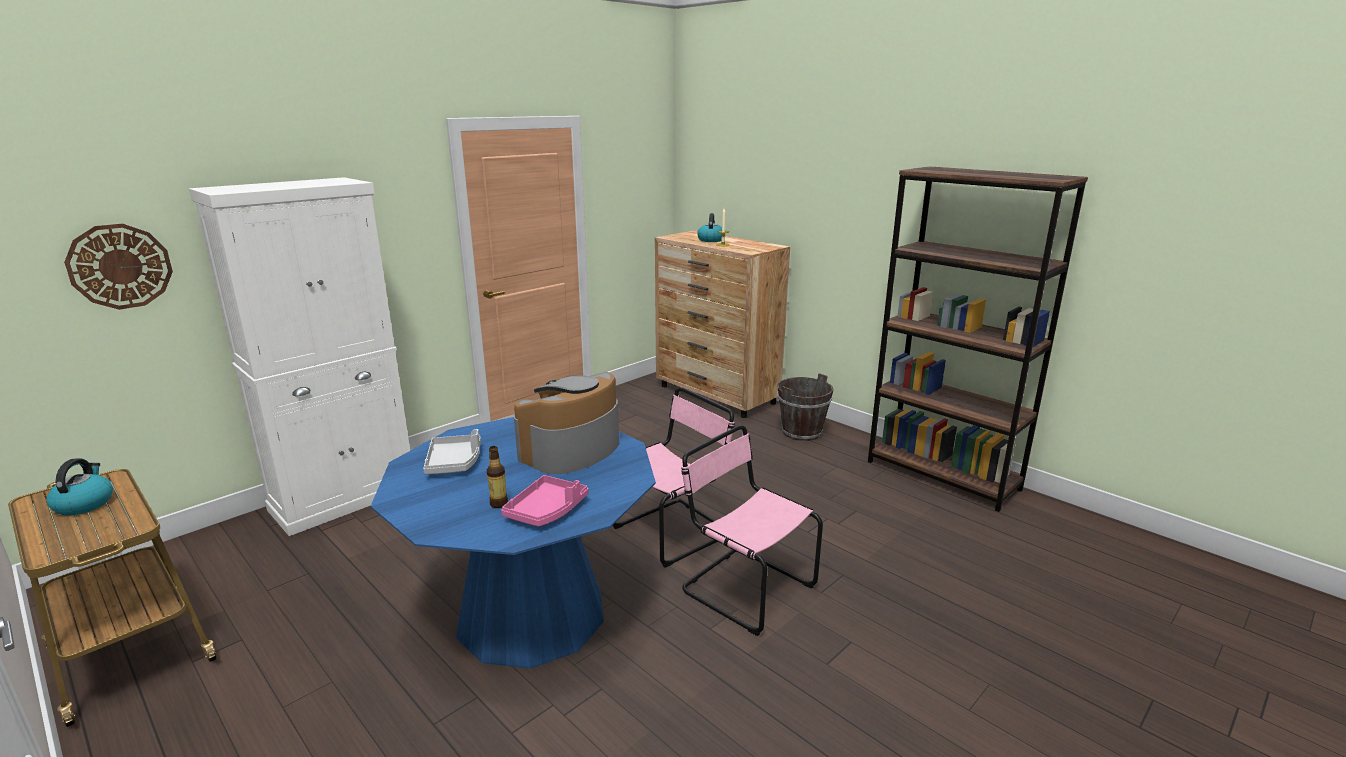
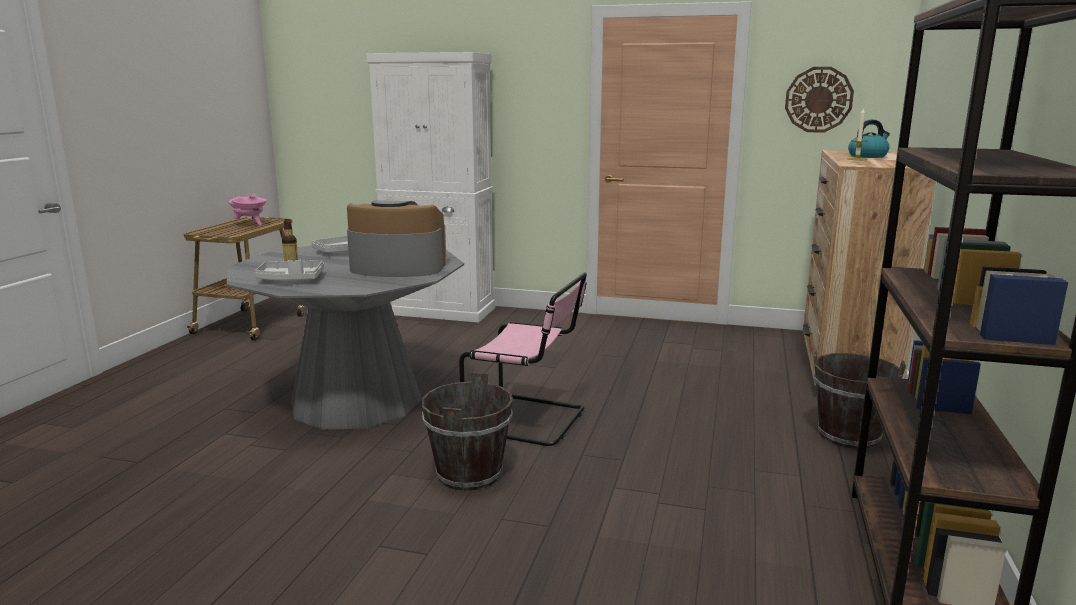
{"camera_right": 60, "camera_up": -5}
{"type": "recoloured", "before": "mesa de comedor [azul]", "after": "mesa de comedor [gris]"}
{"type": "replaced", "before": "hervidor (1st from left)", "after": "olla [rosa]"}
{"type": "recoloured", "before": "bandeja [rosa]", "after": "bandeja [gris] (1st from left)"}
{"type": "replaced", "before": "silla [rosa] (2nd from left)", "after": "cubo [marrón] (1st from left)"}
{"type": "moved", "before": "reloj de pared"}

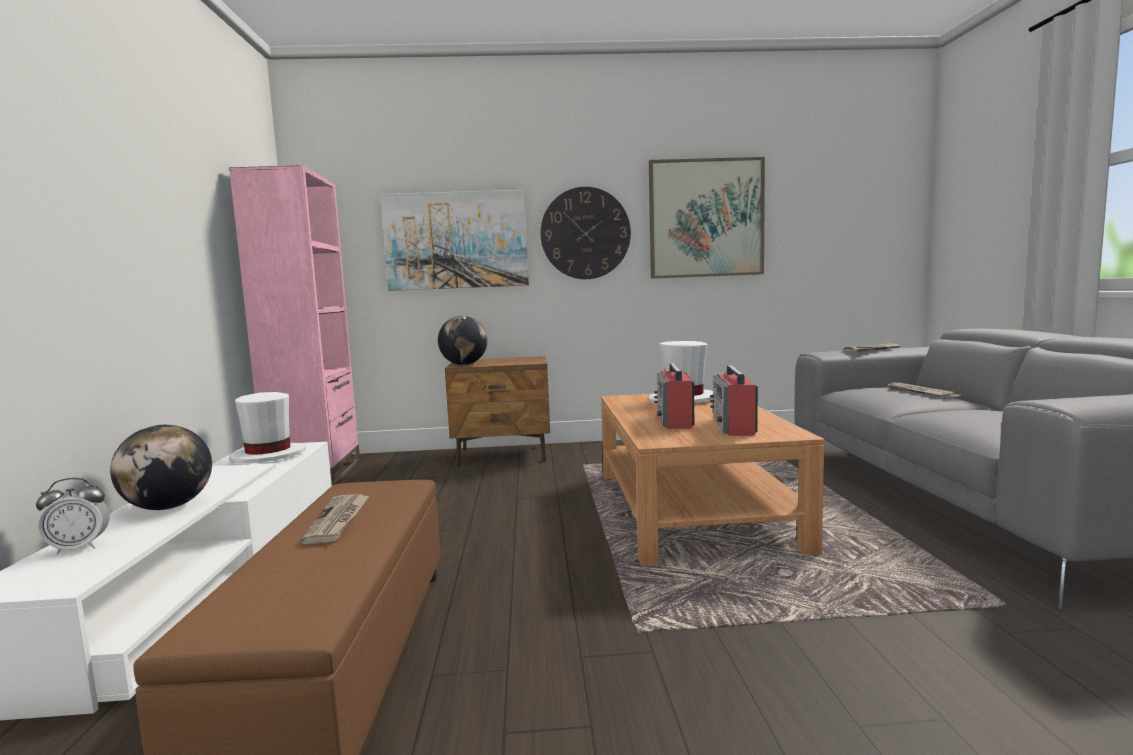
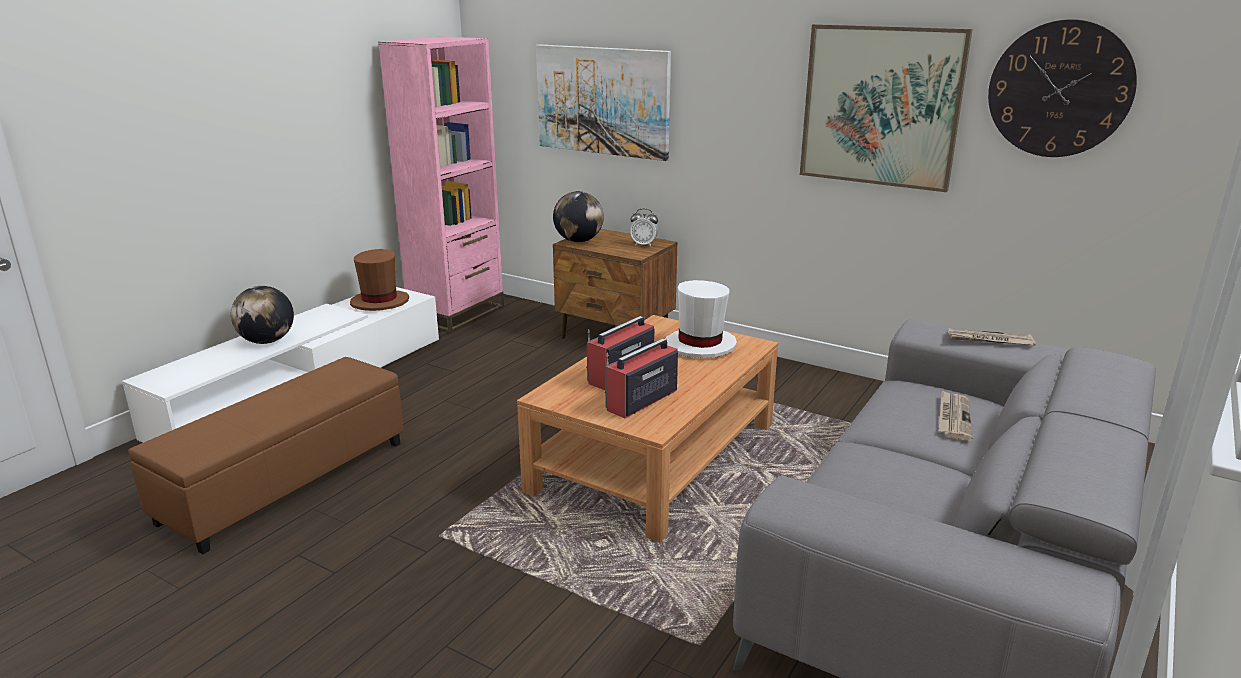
{"camera_right": 35, "camera_up": 15}
{"type": "recoloured", "before": "sombrero [blanco] (1st from left)", "after": "sombrero [marrón]"}
{"type": "moved", "before": "despertador"}
{"type": "moved", "before": "reloj de pared"}
{"type": "removed", "before": "periódico (1st from left)"}

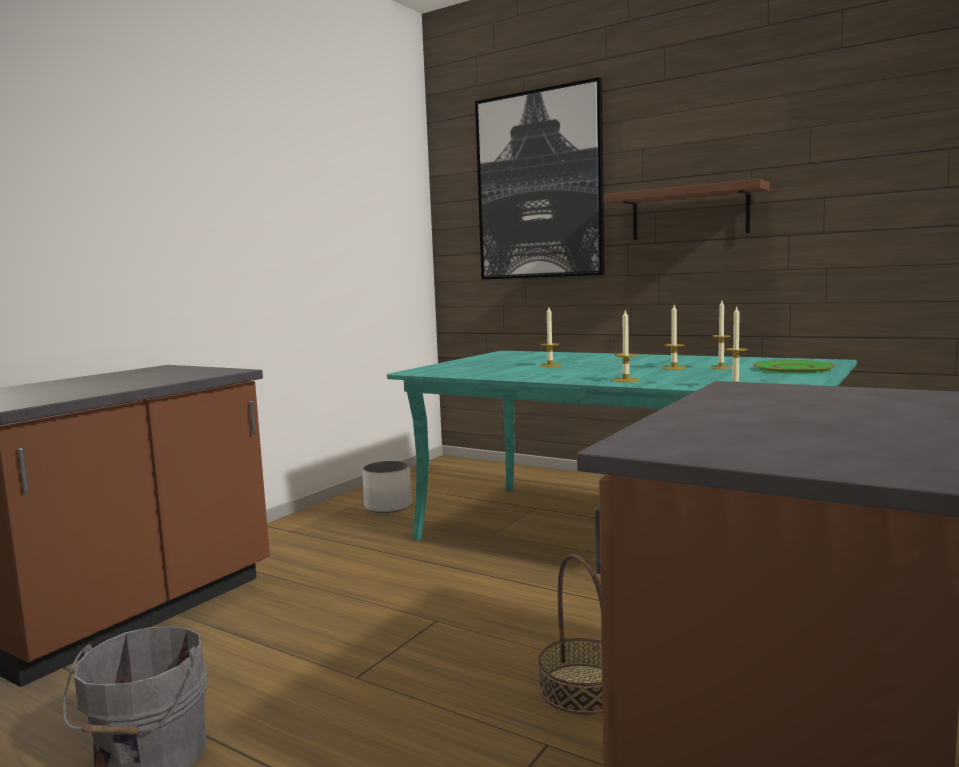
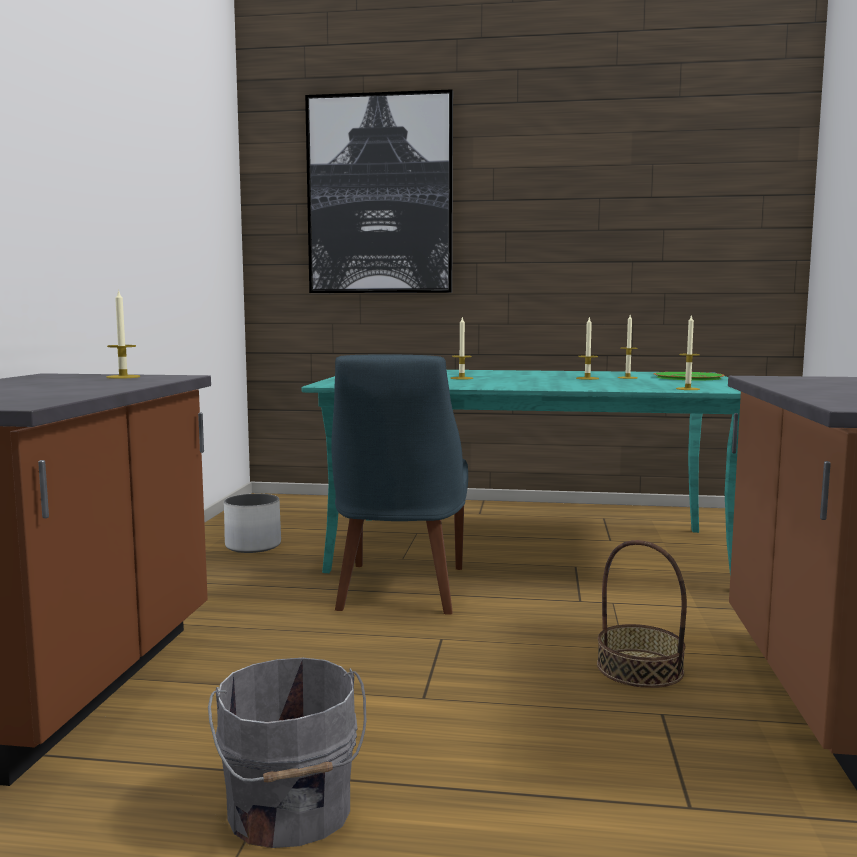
{"camera_right": -25, "camera_up": 0}
{"type": "moved", "before": "vela (2nd from left in the first image)", "after": "vela (1st from left)"}
{"type": "added", "after": "silla [azul]"}
{"type": "removed", "before": "estante"}

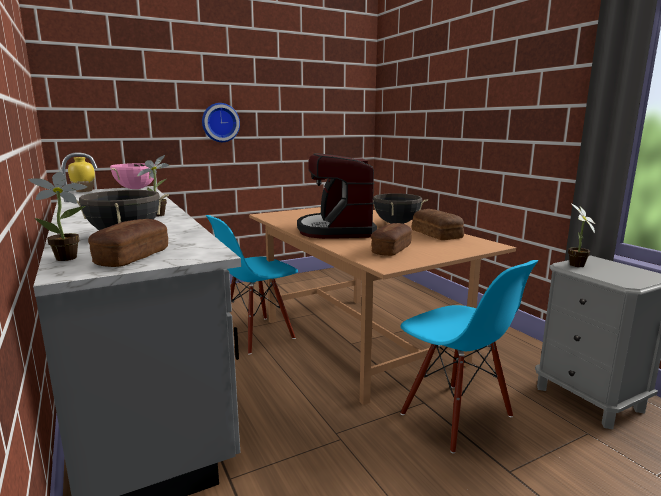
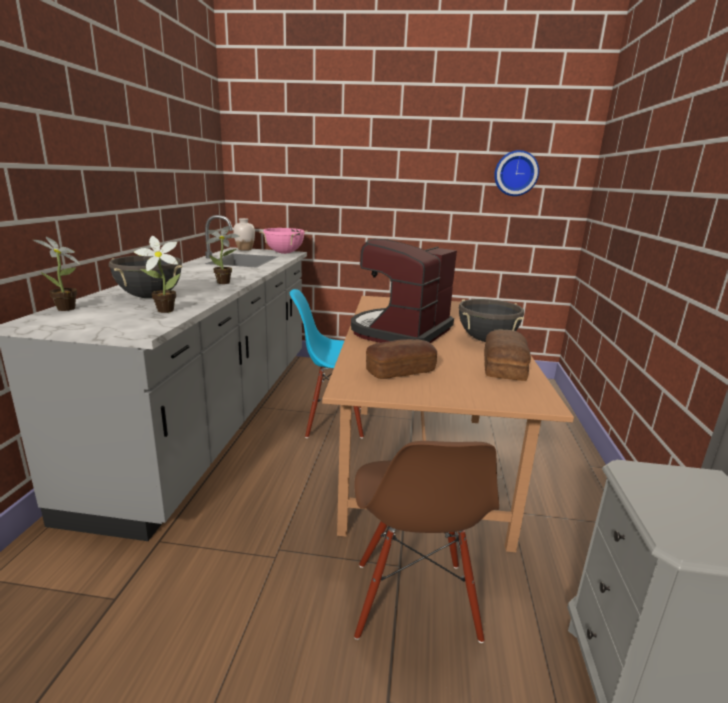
{"camera_right": 35, "camera_up": 5}
{"type": "moved", "before": "planta en maceta (3rd from left in the first image)", "after": "planta en maceta (2nd from left)"}
{"type": "recoloured", "before": "florero [amarillo]", "after": "florero [blanco]"}
{"type": "recoloured", "before": "silla [azul] (2nd from left)", "after": "silla [marrón]"}
{"type": "moved", "before": "reloj de pared"}
{"type": "removed", "before": "pan (1st from left)"}

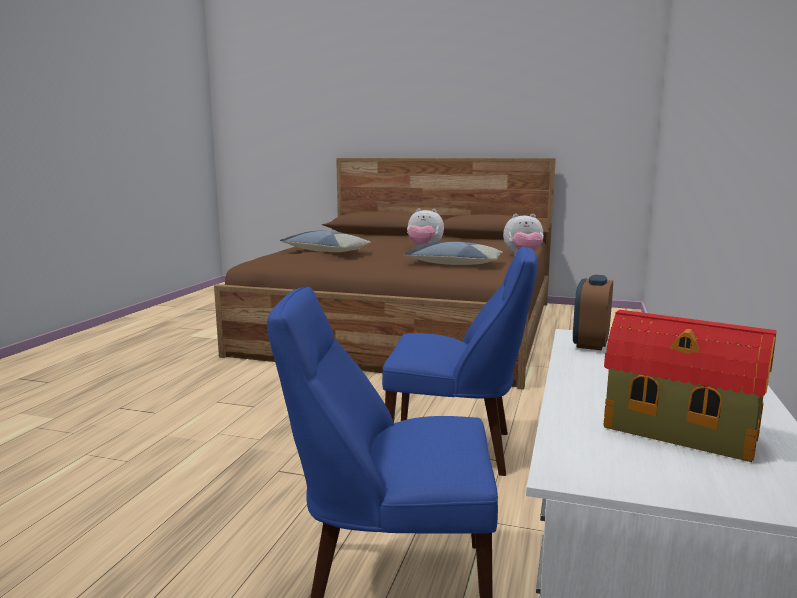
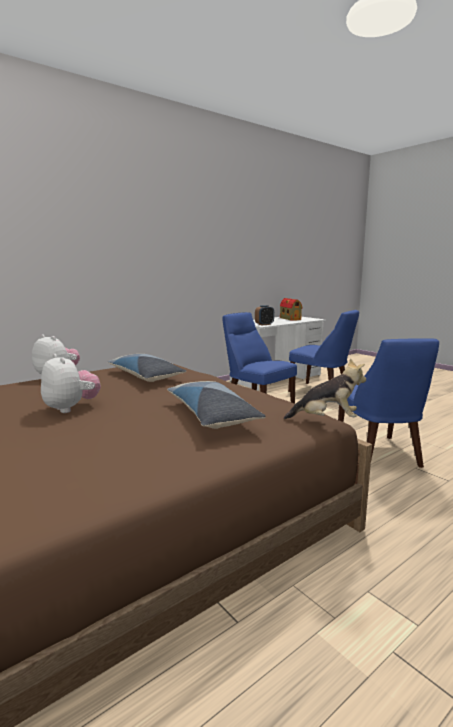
{"camera_right": -145, "camera_up": 0}
{"type": "added", "after": "peluche (3rd from left)"}
{"type": "added", "after": "silla [azul] (3rd from left)"}

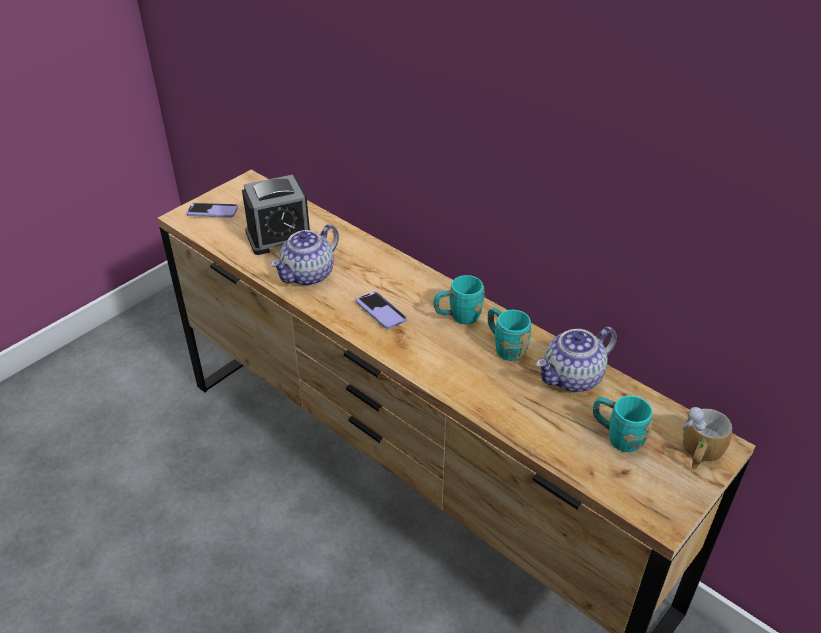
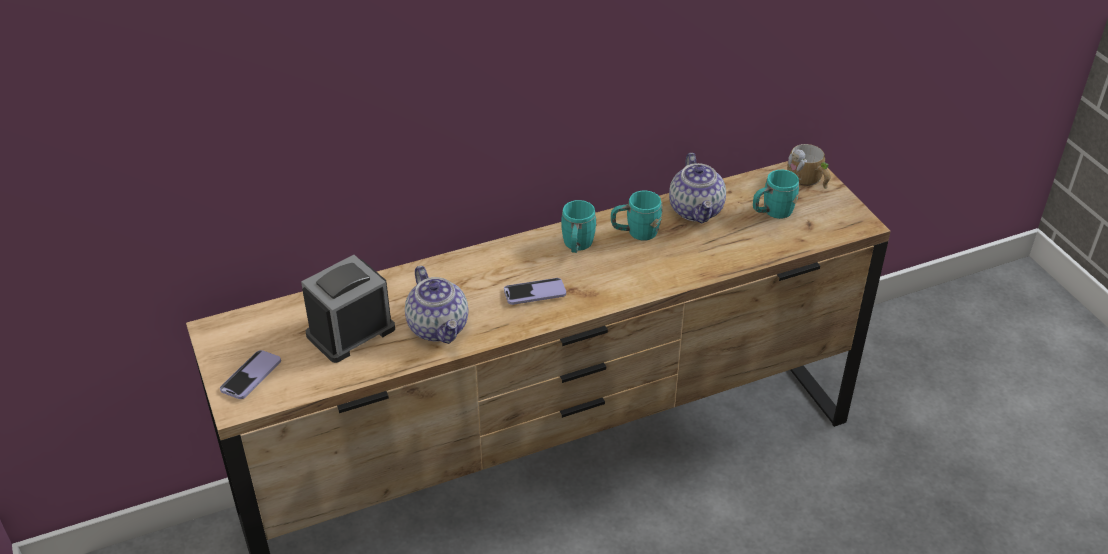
{"camera_right": -65, "camera_up": 0}
{"type": "turned", "before": "despertador", "turn": -135}

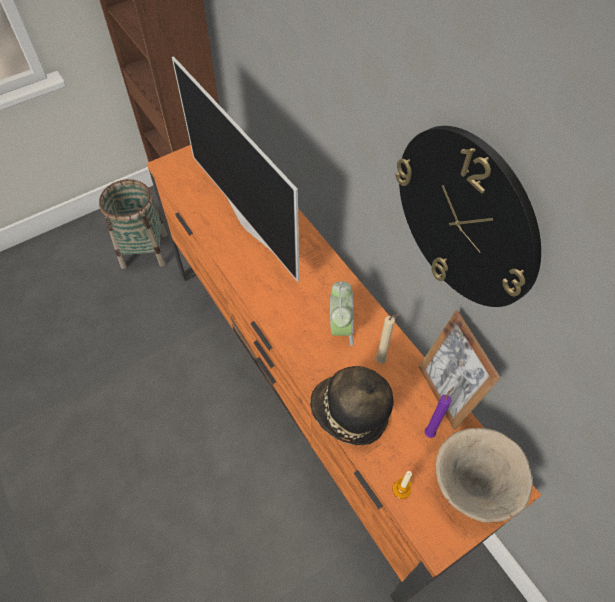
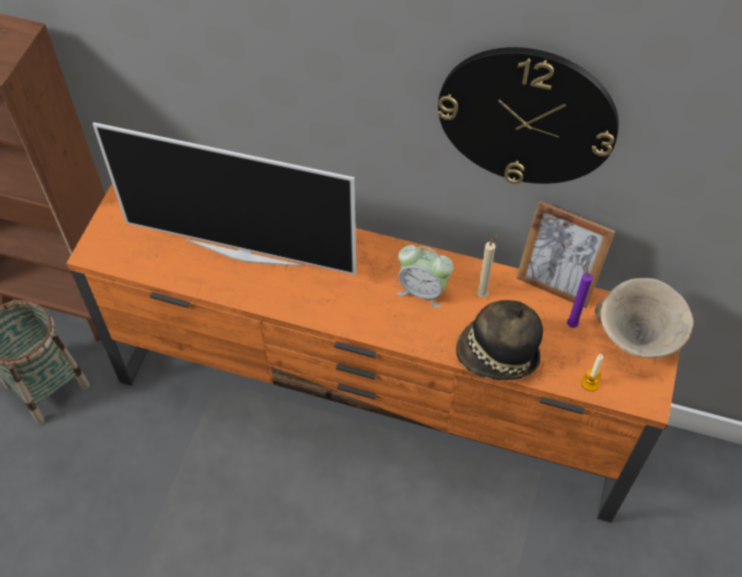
{"camera_right": -40, "camera_up": 0}
{"type": "turned", "before": "despertador", "turn": 150}

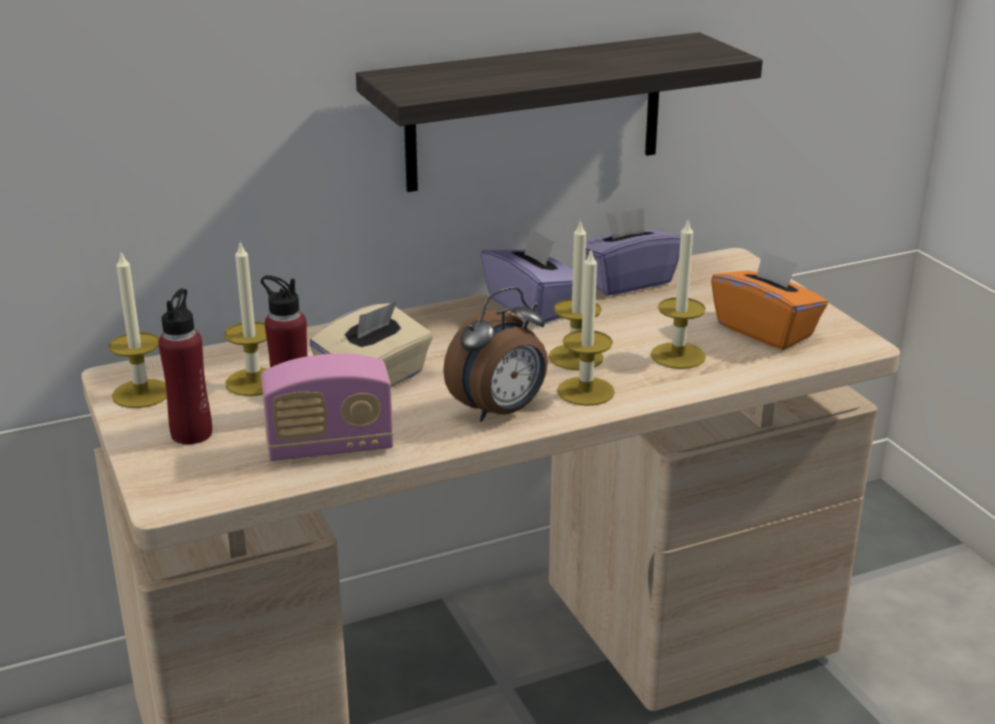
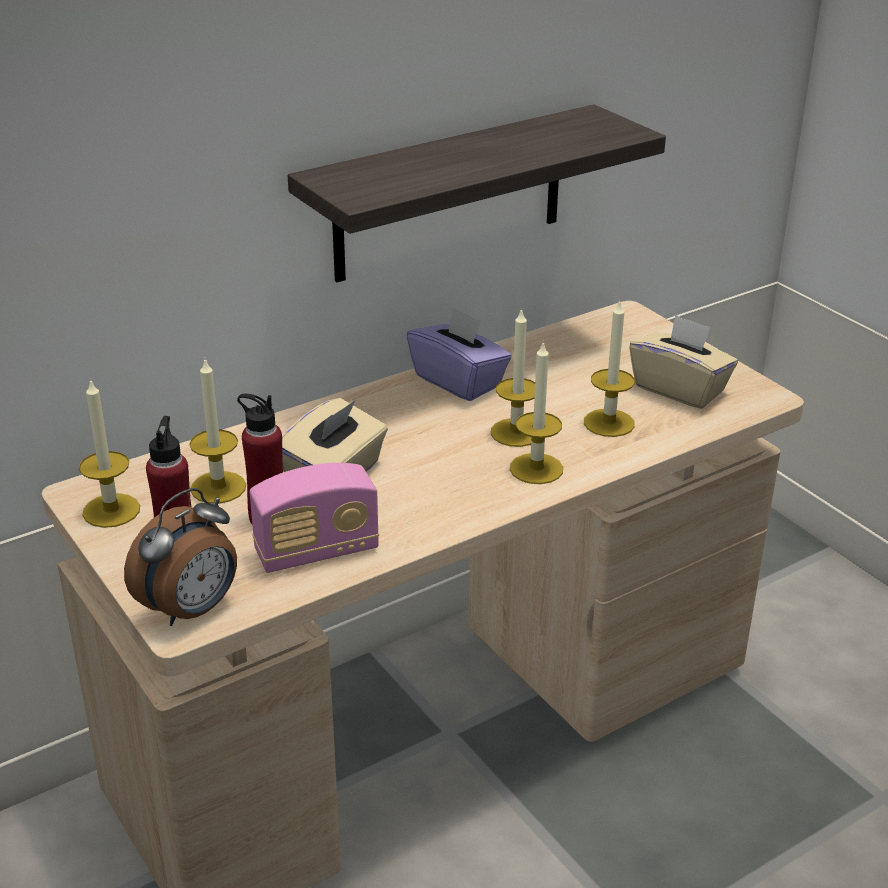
{"camera_right": -10, "camera_up": 5}
{"type": "moved", "before": "despertador"}
{"type": "recoloured", "before": "caja de pañuelos [naranja]", "after": "caja de pañuelos [beis] (2nd from left)"}
{"type": "removed", "before": "caja de pañuelos [morado] (2nd from left)"}

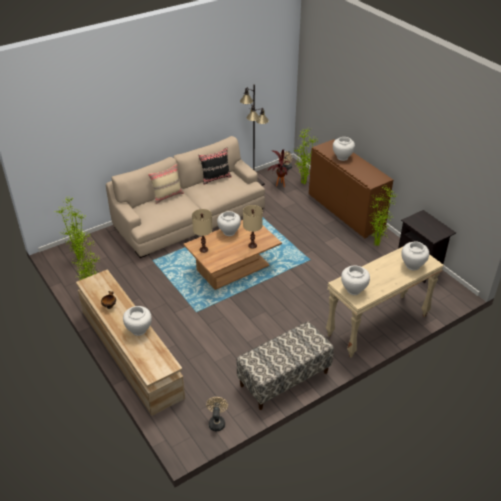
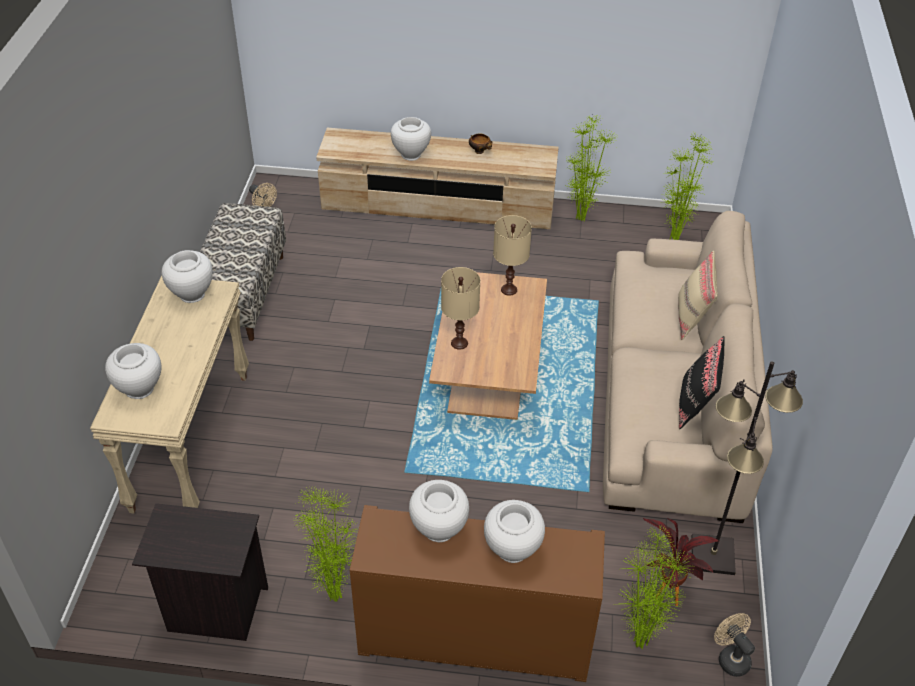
{"camera_right": 130, "camera_up": 5}
{"type": "moved", "before": "florero [blanco] (2nd from left in the first image)", "after": "florero [blanco] (4th from left)"}

